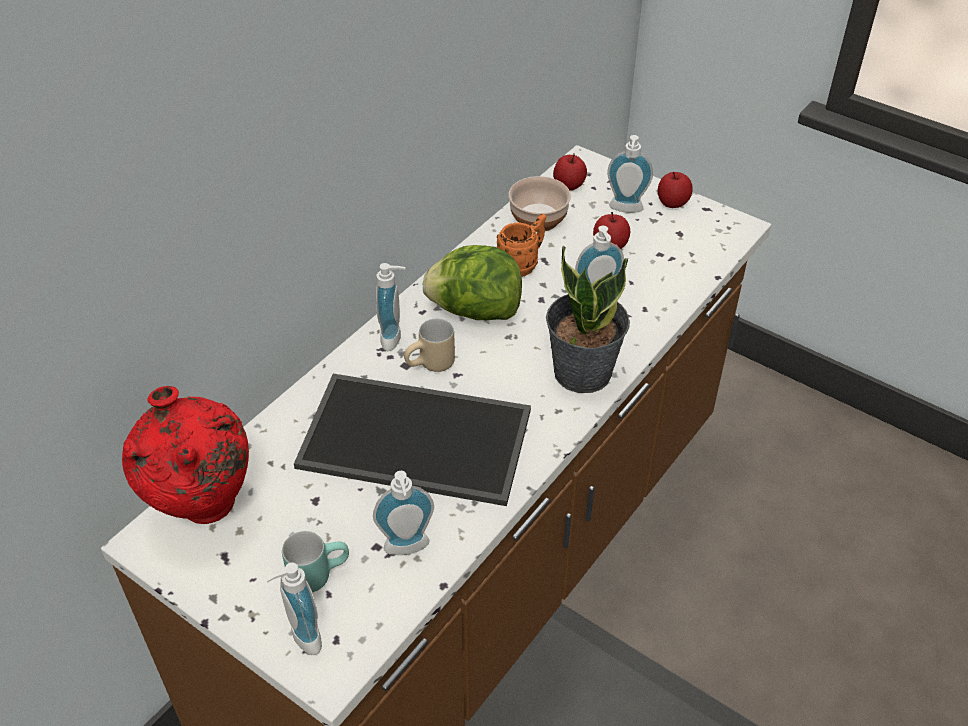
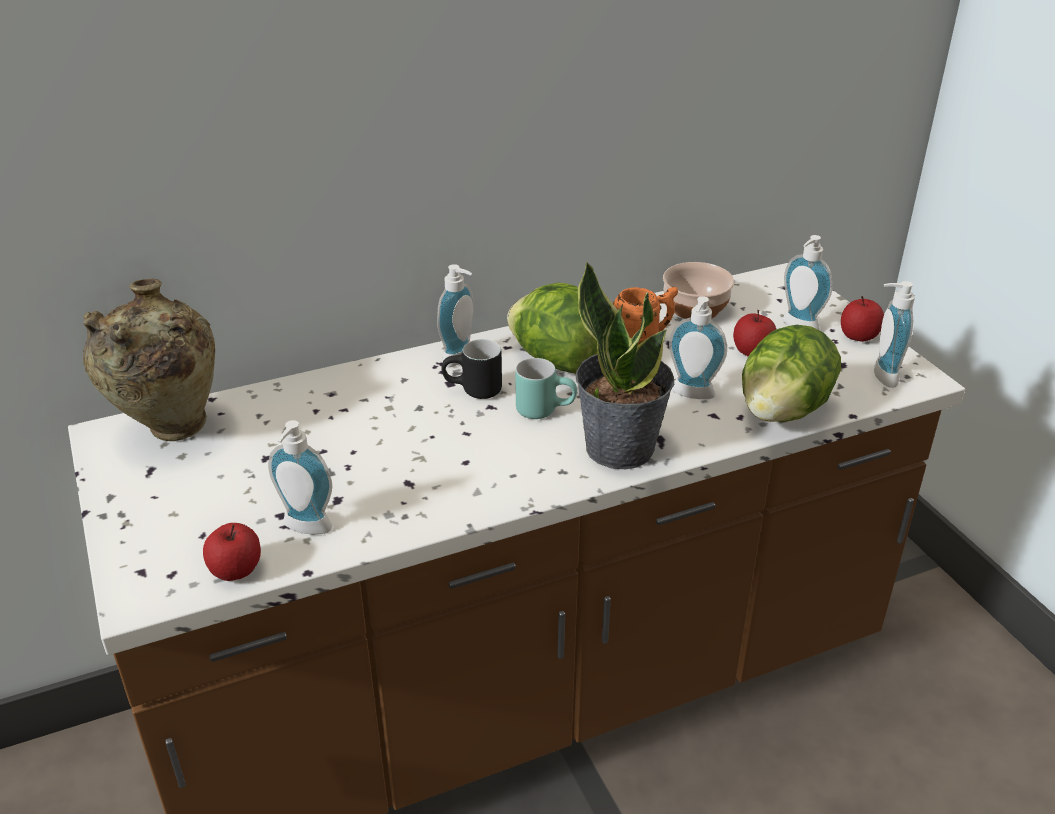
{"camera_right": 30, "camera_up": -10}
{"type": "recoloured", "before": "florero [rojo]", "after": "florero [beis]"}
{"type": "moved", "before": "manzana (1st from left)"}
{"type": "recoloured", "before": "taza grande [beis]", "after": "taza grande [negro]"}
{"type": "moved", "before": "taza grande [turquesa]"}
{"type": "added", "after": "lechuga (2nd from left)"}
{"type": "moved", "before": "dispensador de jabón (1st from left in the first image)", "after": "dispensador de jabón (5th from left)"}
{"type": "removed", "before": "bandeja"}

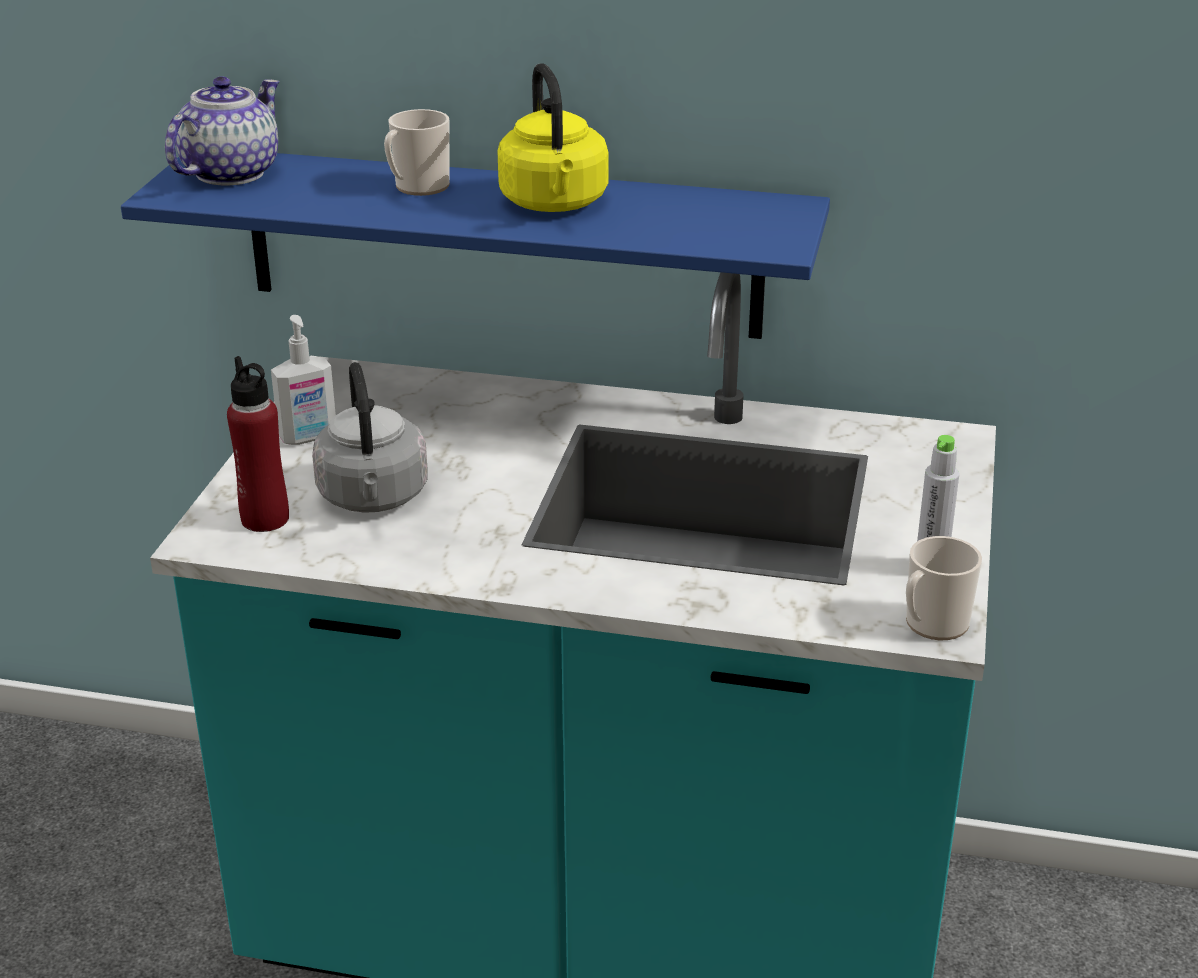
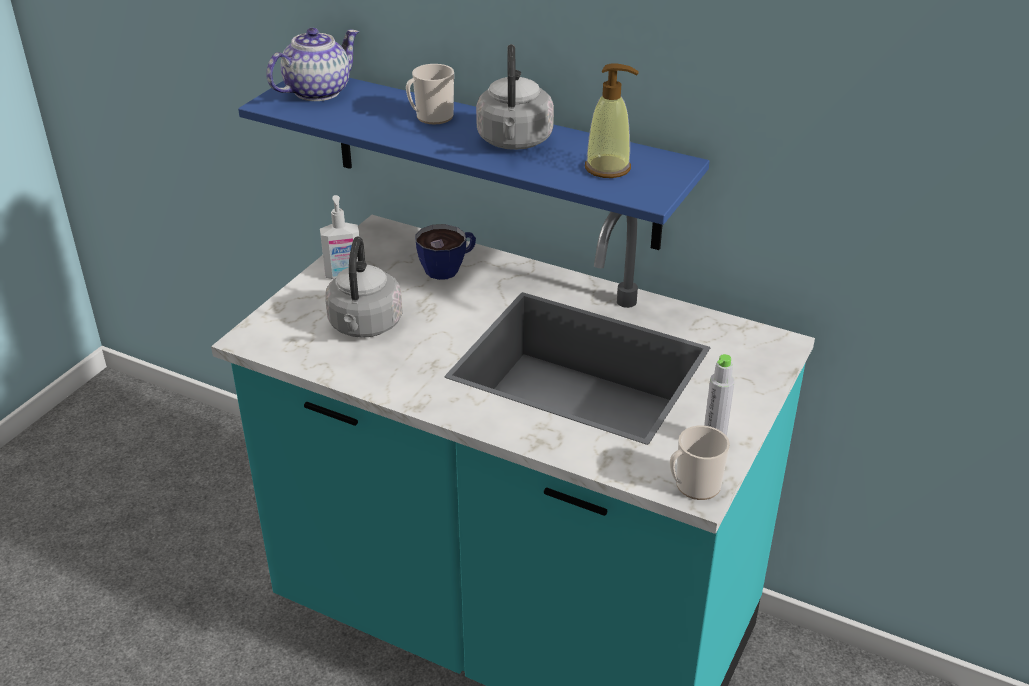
{"camera_right": 15, "camera_up": 5}
{"type": "added", "after": "taza"}
{"type": "recoloured", "before": "hervidor [amarillo]", "after": "hervidor [gris] (2nd from left)"}
{"type": "added", "after": "dispensador de jabón (2nd from left)"}
{"type": "removed", "before": "botella [rojo]"}

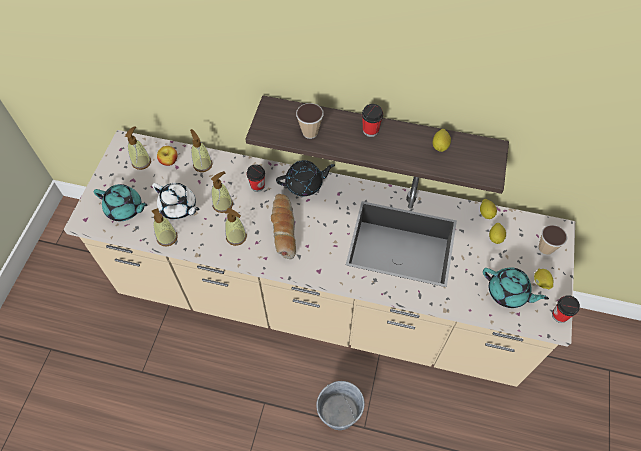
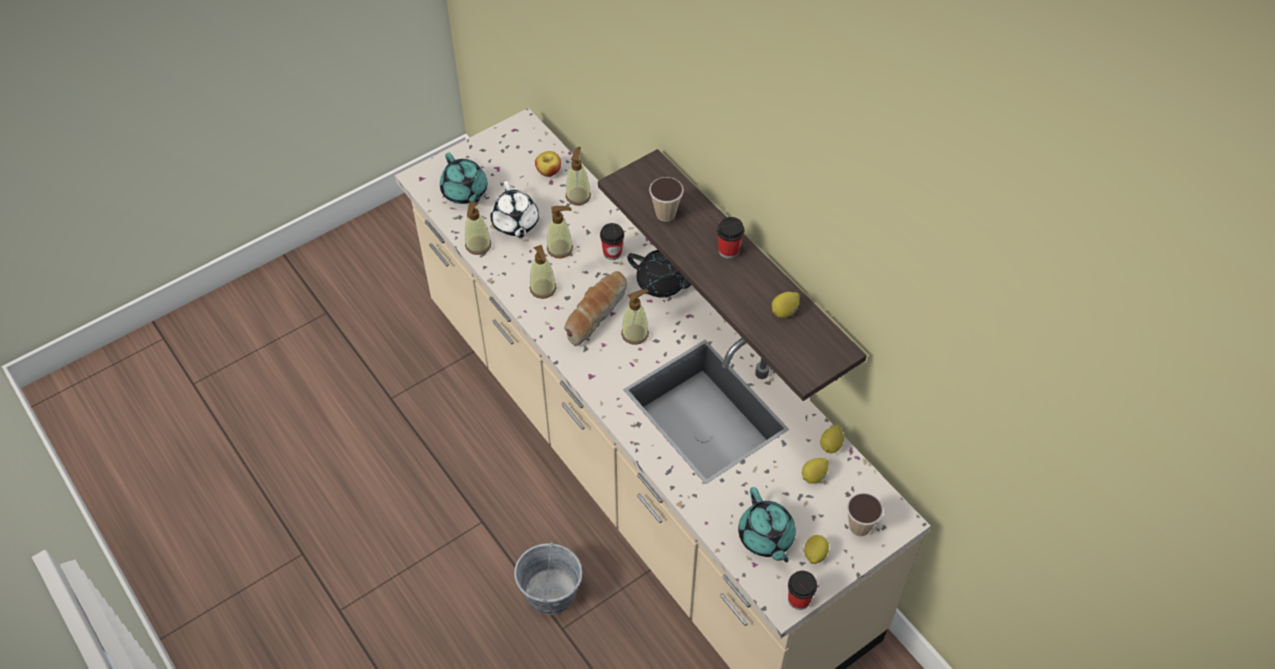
{"camera_right": 40, "camera_up": -5}
{"type": "moved", "before": "dispensador de jabón (1st from left in the first image)", "after": "dispensador de jabón (5th from left)"}

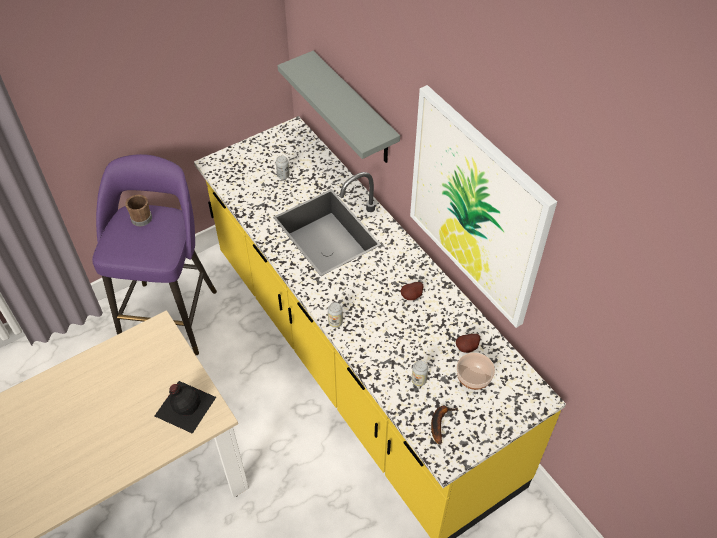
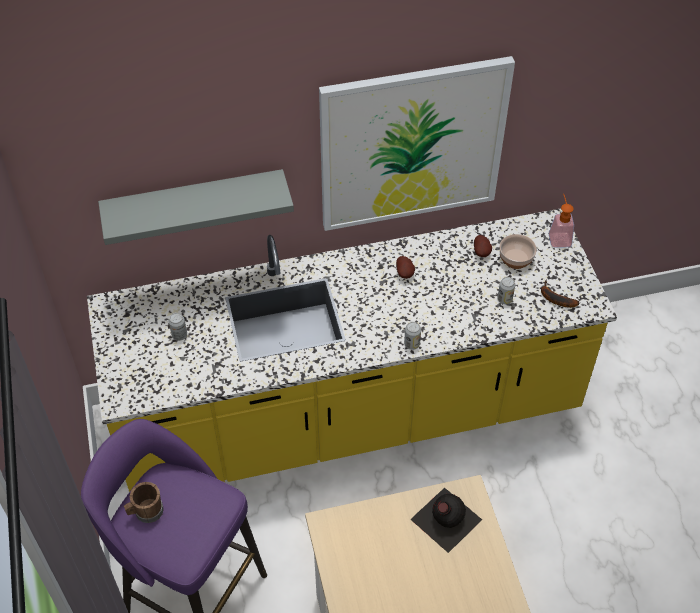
{"camera_right": -70, "camera_up": 0}
{"type": "added", "after": "dispensador de jabón"}

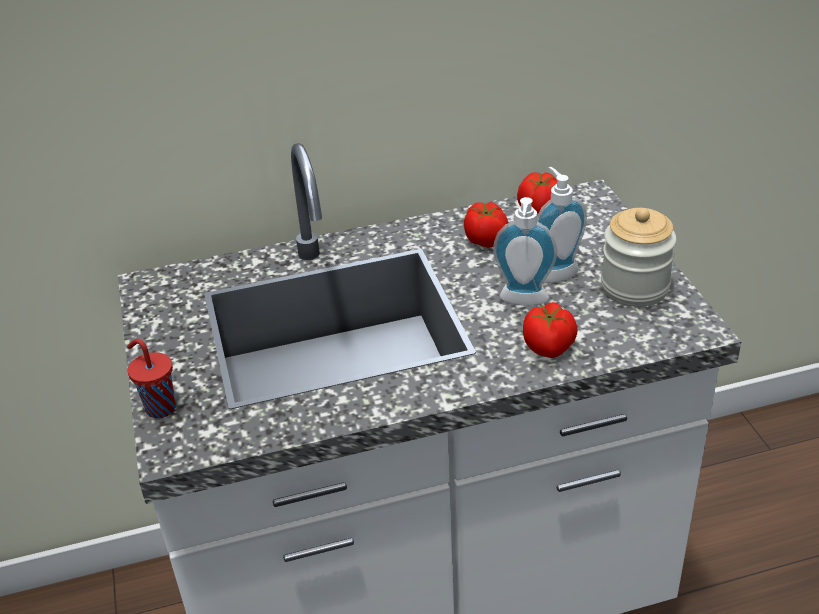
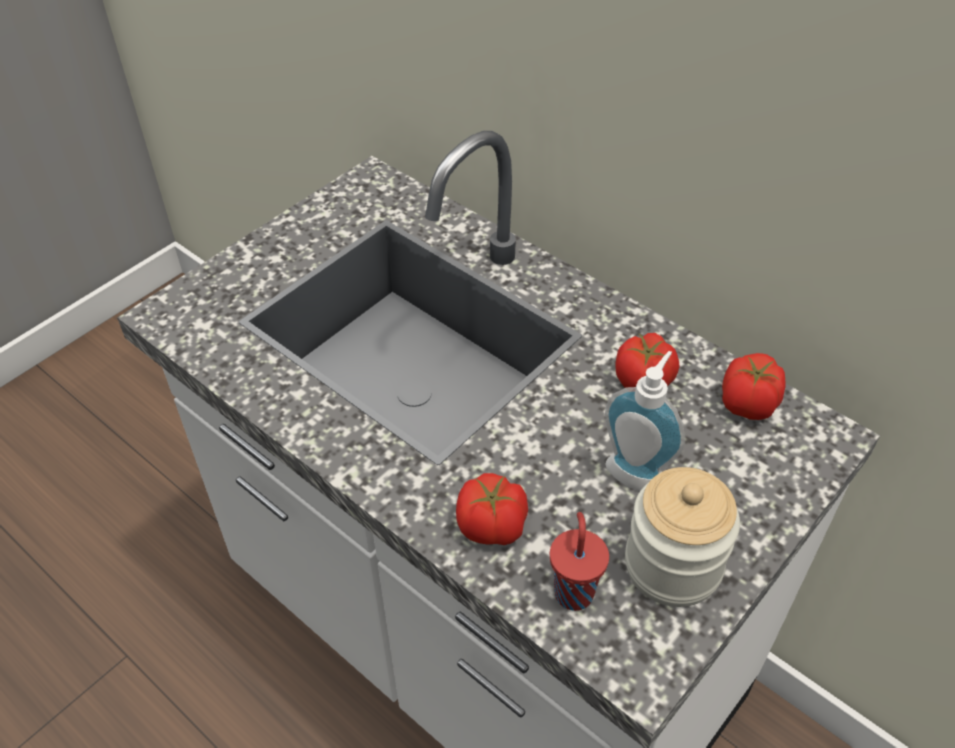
{"camera_right": 55, "camera_up": 10}
{"type": "moved", "before": "taza [rojo]"}
{"type": "removed", "before": "dispensador de jabón (1st from left)"}

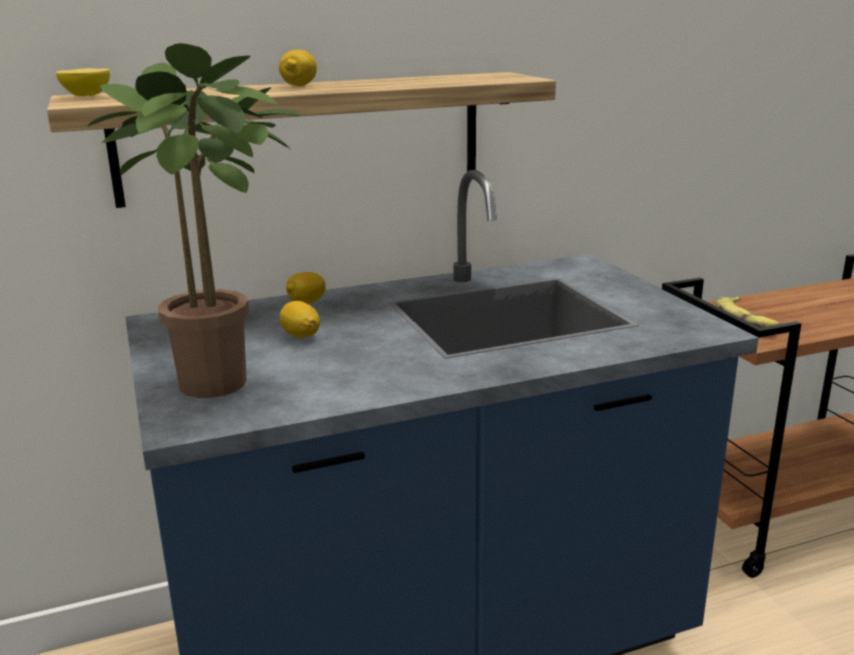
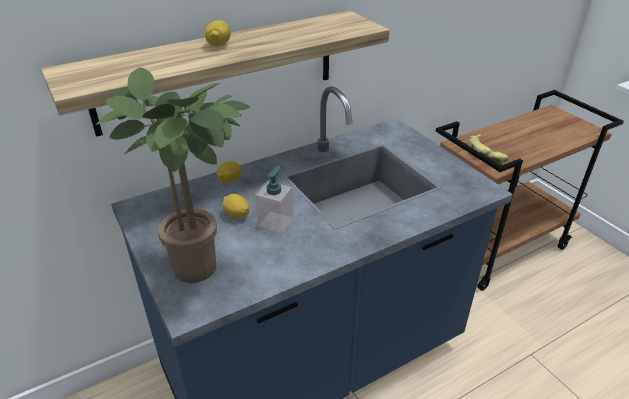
{"camera_right": -10, "camera_up": 15}
{"type": "added", "after": "dispensador de jabón"}
{"type": "removed", "before": "limón (1st from left)"}

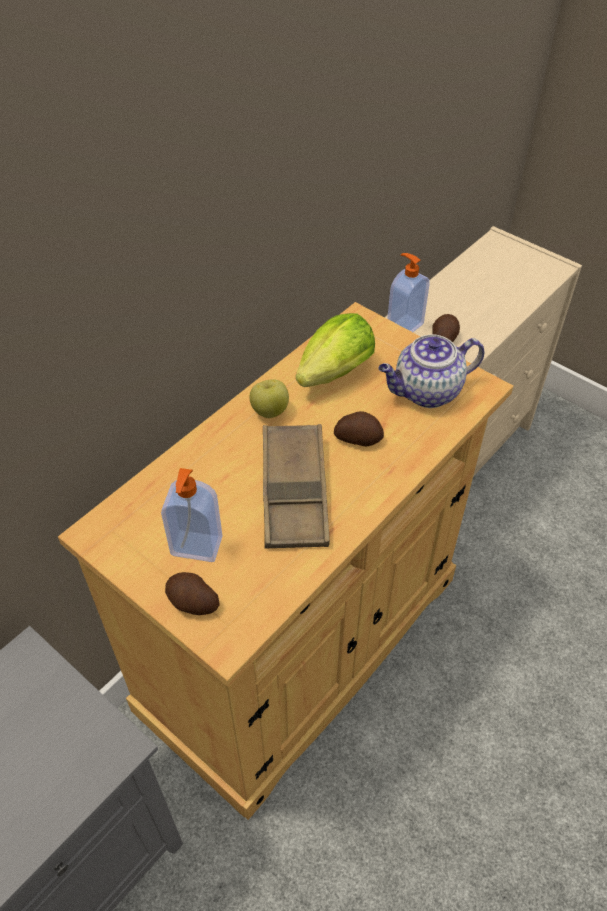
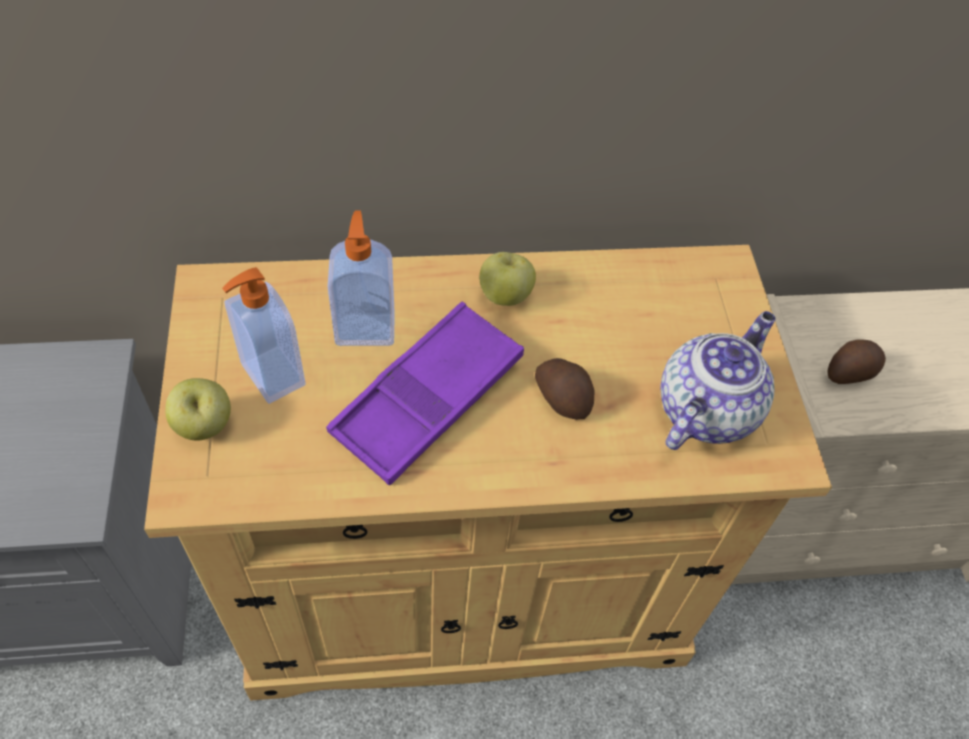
{"camera_right": 40, "camera_up": 5}
{"type": "replaced", "before": "patata (1st from left)", "after": "manzana (1st from left)"}
{"type": "recoloured", "before": "bandeja [marrón]", "after": "bandeja [morado]"}
{"type": "moved", "before": "dispensador de jabón (2nd from left)"}
{"type": "turned", "before": "tetera", "turn": 105}
{"type": "removed", "before": "lechuga"}

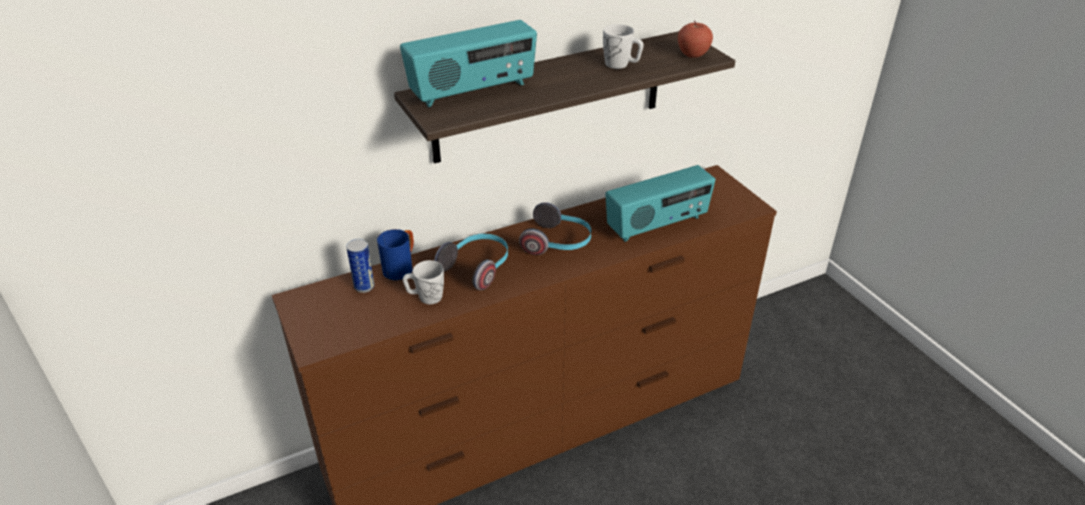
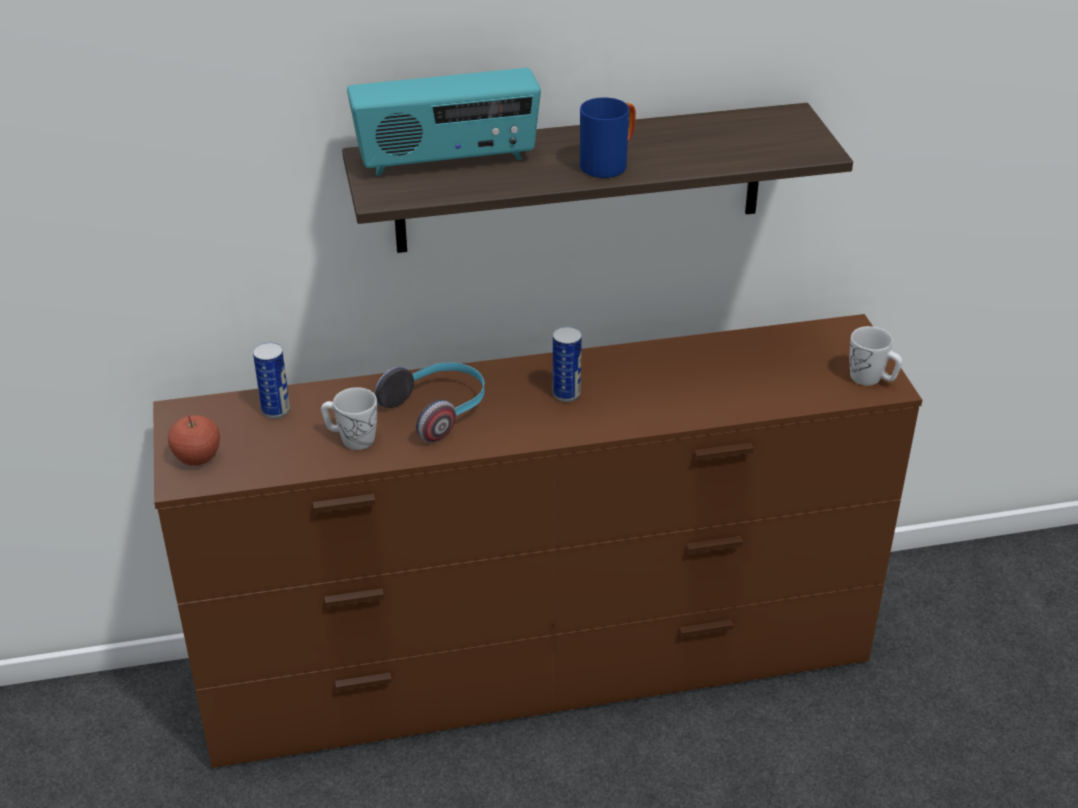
{"camera_right": 15, "camera_up": 0}
{"type": "moved", "before": "manzana"}
{"type": "replaced", "before": "auriculares (2nd from left)", "after": "lata (2nd from left)"}
{"type": "moved", "before": "taza grande [azul]"}
{"type": "moved", "before": "taza grande [blanco] (2nd from left)"}
{"type": "removed", "before": "radio (2nd from left)"}

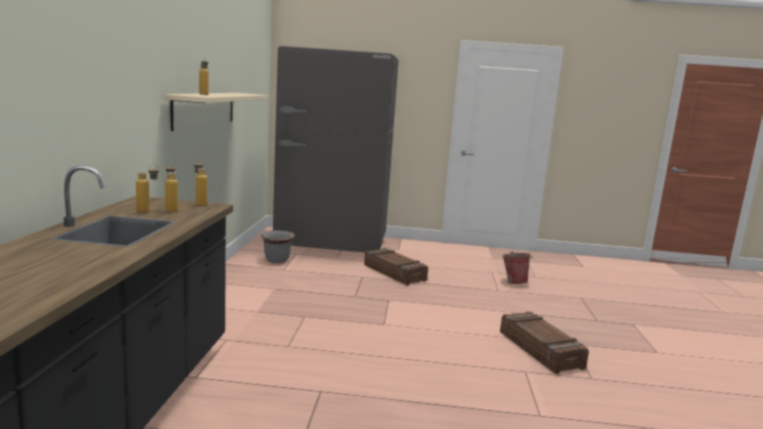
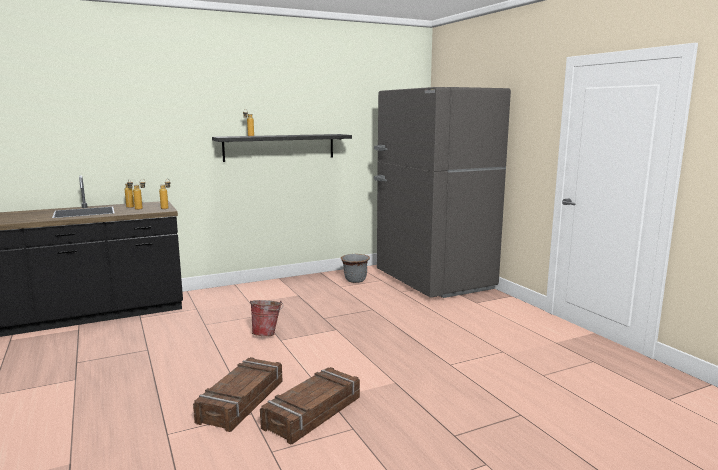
{"camera_right": 60, "camera_up": 0}
{"type": "moved", "before": "caja de embalaje (1st from left)"}
{"type": "recoloured", "before": "estante [beis]", "after": "estante [negro]"}
{"type": "moved", "before": "cubo"}

